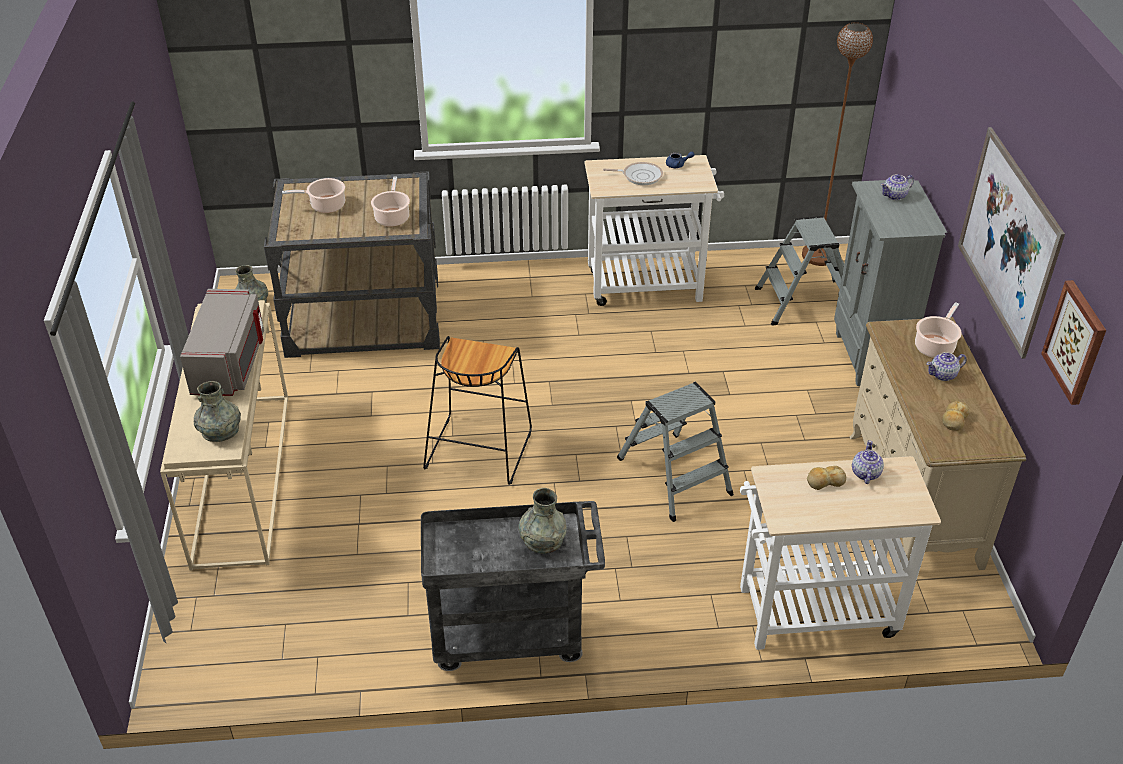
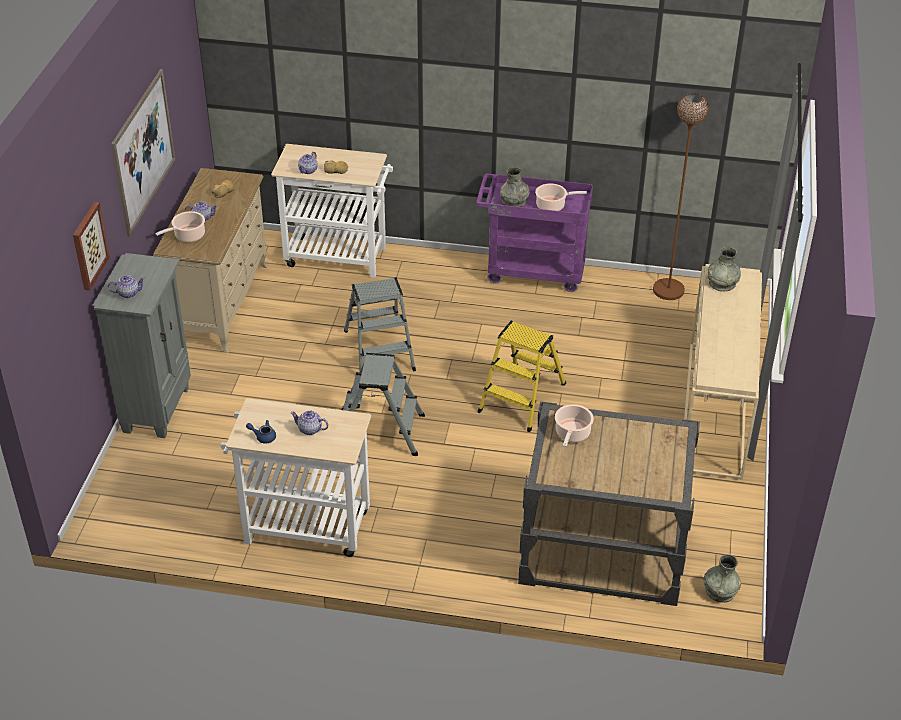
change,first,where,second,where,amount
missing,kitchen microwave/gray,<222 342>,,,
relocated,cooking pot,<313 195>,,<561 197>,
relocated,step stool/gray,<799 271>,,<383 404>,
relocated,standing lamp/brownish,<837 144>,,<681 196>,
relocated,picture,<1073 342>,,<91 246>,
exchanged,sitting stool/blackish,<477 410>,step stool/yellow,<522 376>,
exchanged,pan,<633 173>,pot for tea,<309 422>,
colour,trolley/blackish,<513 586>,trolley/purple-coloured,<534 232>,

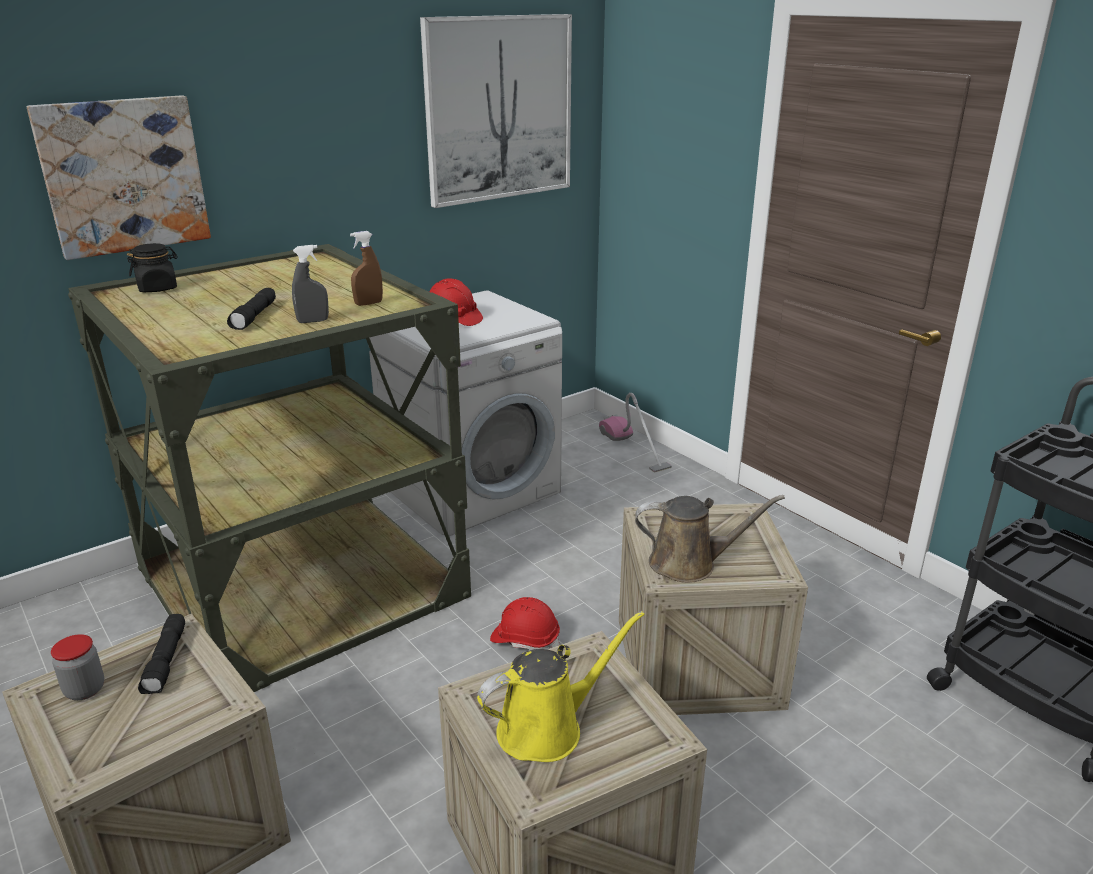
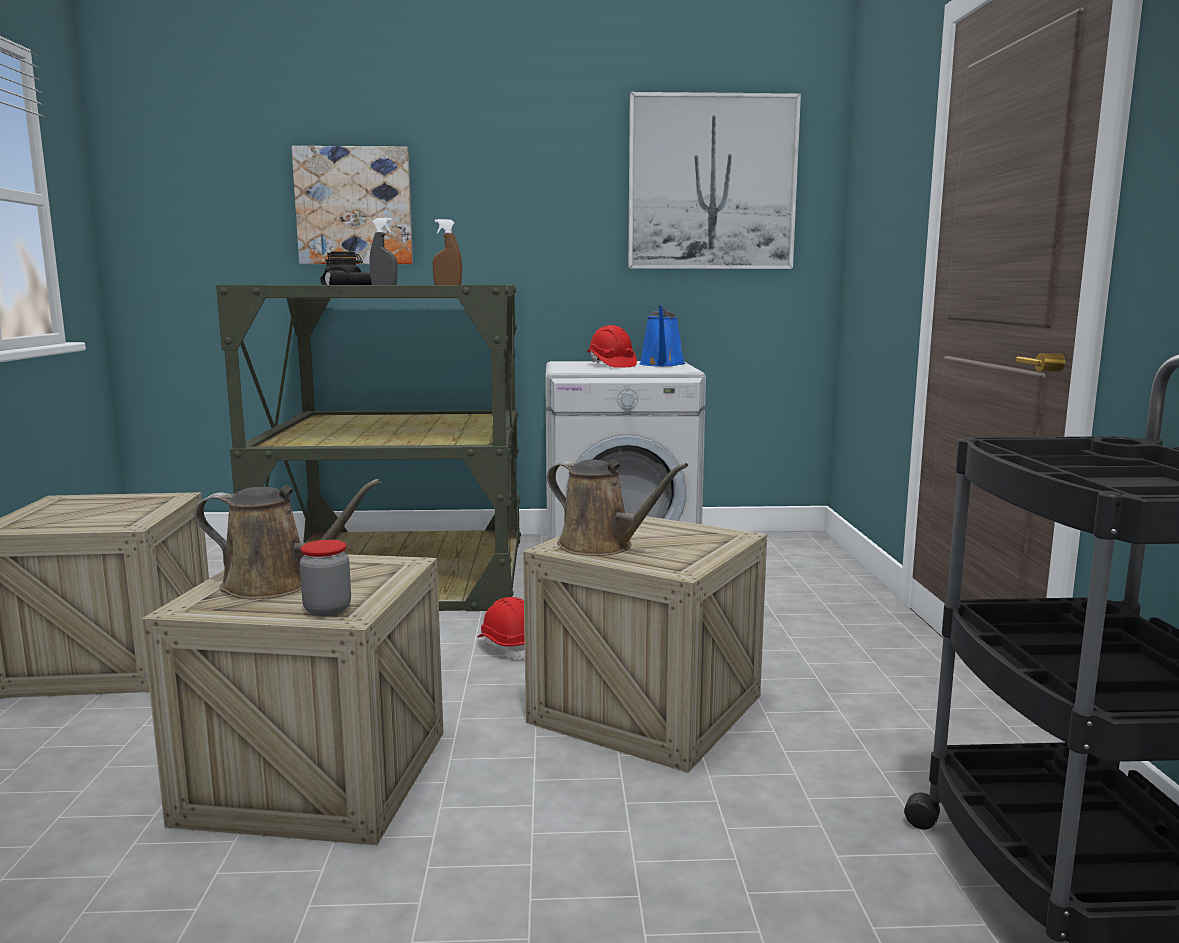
change,first,where,second,where,amount
missing,hand torch/blackish,<161 654>,,,
missing,vacuum,<635 432>,,,
appeared,,,watering can/blue,<662 335>,
relocated,storage jar,<77 667>,,<325 578>,
colour,watering can/yellow,<561 686>,watering can/brownish,<287 539>,

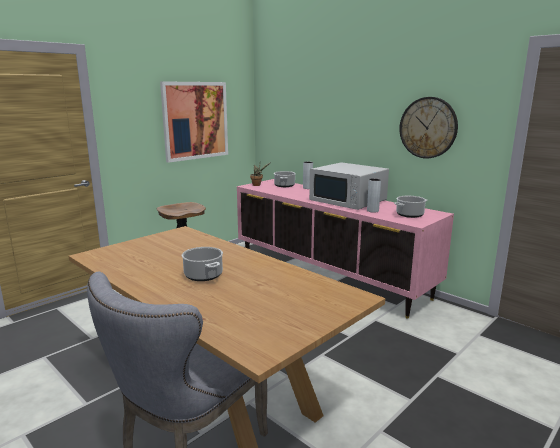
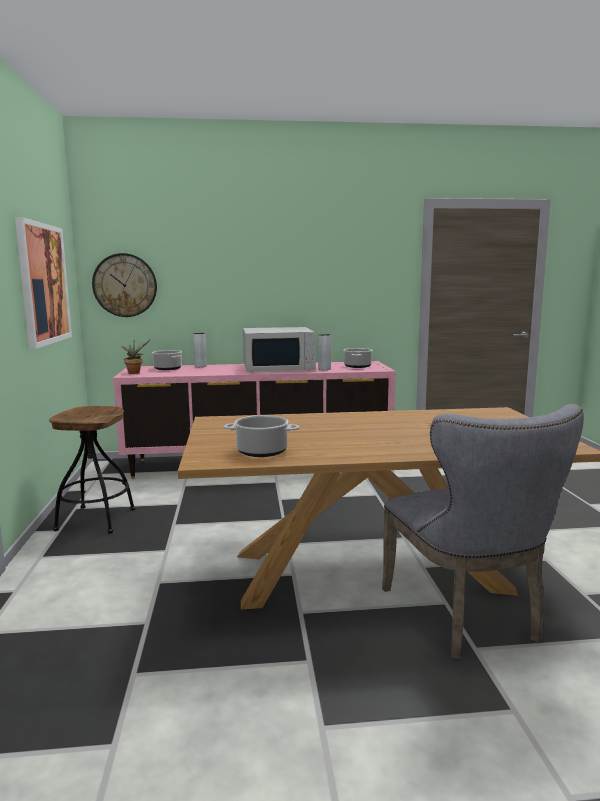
change,first,where,second,where,amount
relocated,cooking pot,<202 264>,,<262 436>,
relocated,wall clock,<428 128>,,<124 285>,

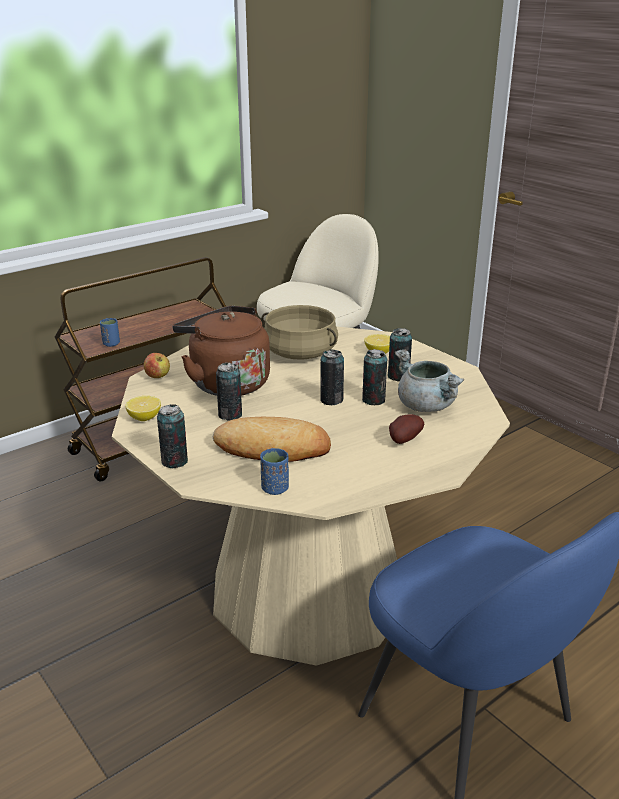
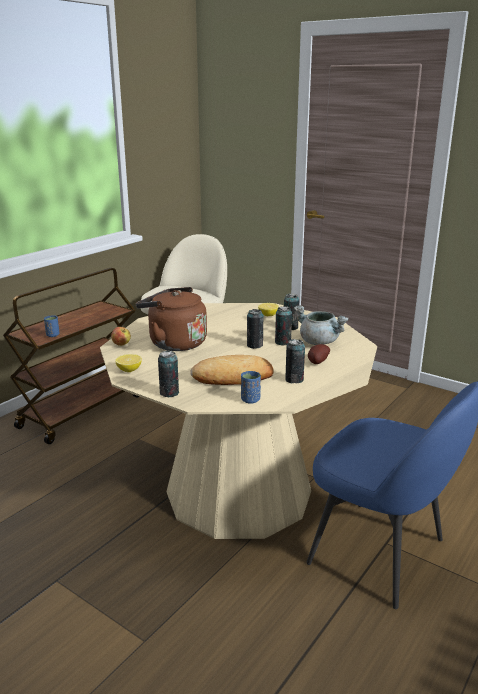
change,first,where,second,where,amount
missing,cooking pot/beige-coloured,<299 332>,,,
relocated,metal can,<229 391>,,<295 361>,

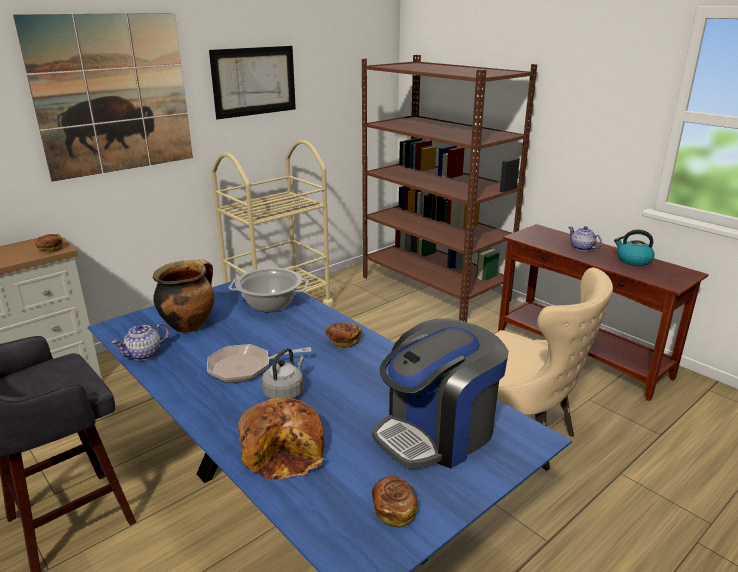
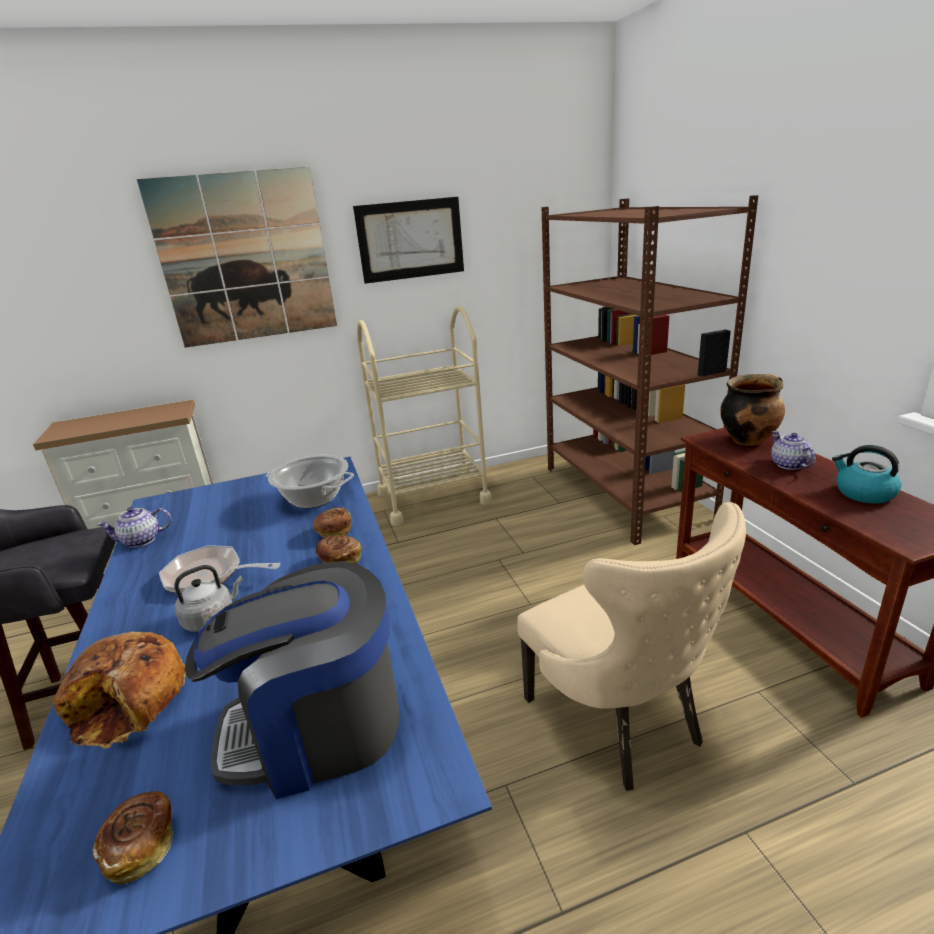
change,first,where,second,where,amount
relocated,bakery bread,<49 243>,,<332 522>,
relocated,cooking pot,<184 296>,,<752 410>,

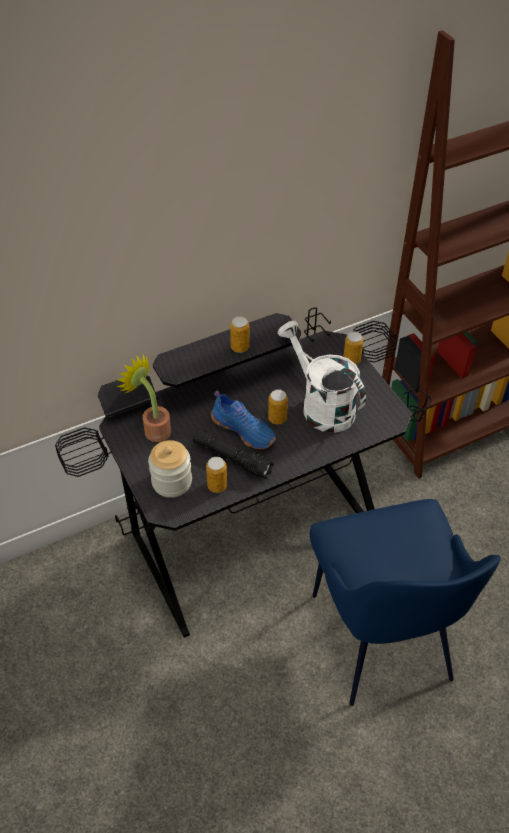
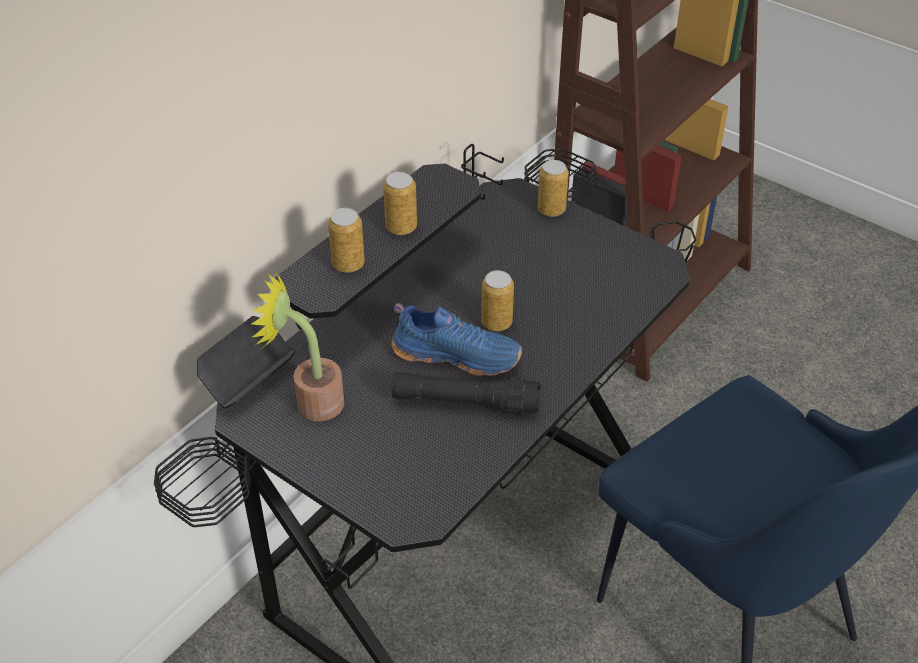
change,first,where,second,where,amount
missing,storage jar,<170 469>,,,
missing,watering can/white-coloured,<322 377>,,,
relocated,metal can,<216 475>,,<346 240>,

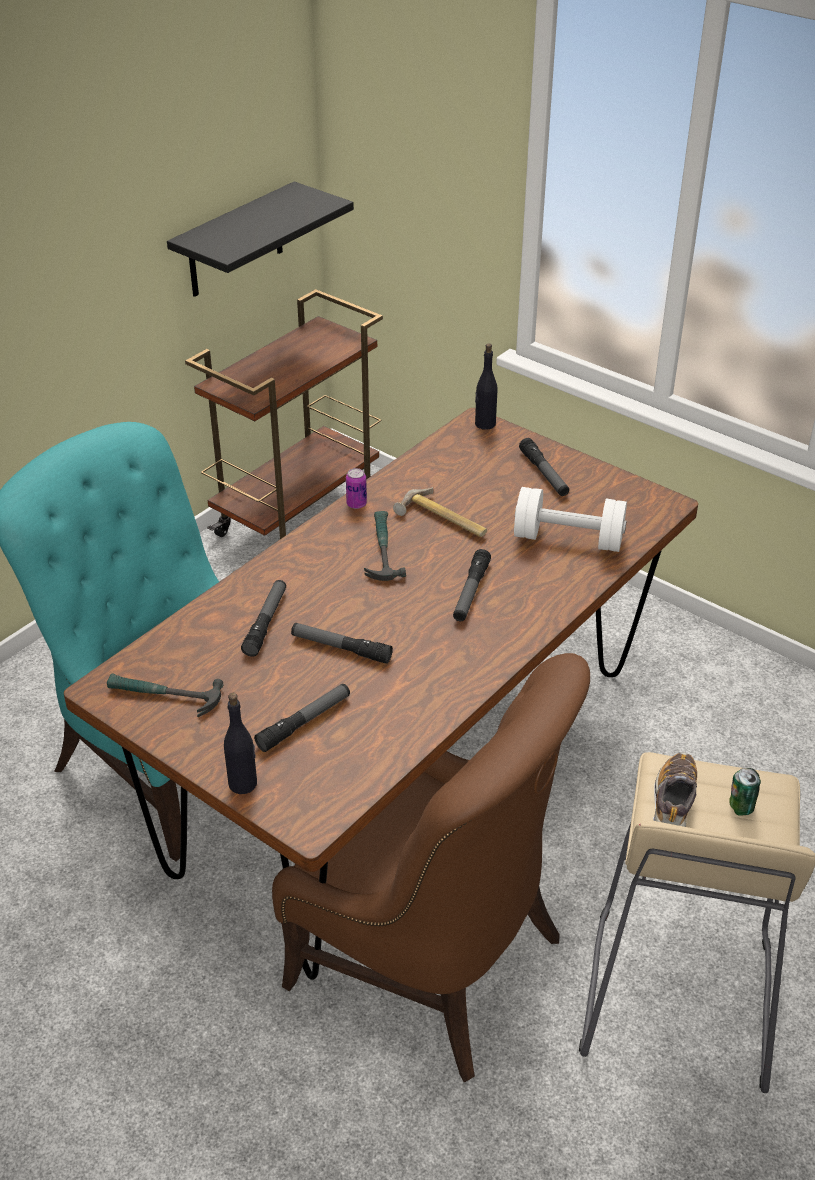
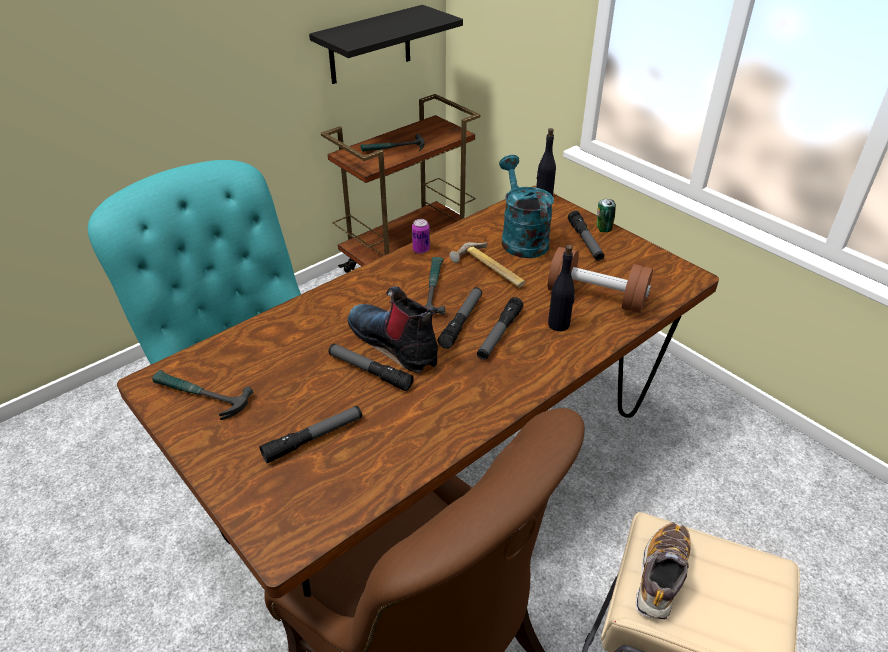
change,first,where,second,where,amount
appeared,,,high-top boot,<392 329>,
appeared,,,tool hammer,<392 143>,
appeared,,,watering can/blue-green,<526 206>,
relocated,bottle/blackish,<240 743>,,<561 288>,
relocated,hand torch,<263 618>,,<460 318>,
relocated,metal can,<745 792>,,<606 215>,
colour,free weight/white-coloured,<570 519>,free weight/brownish,<600 280>,

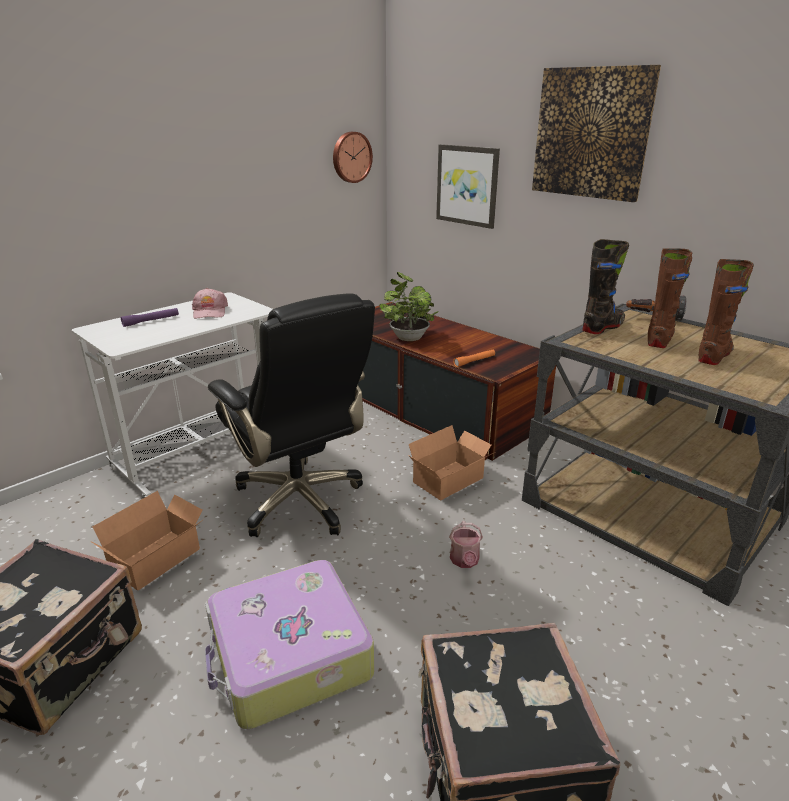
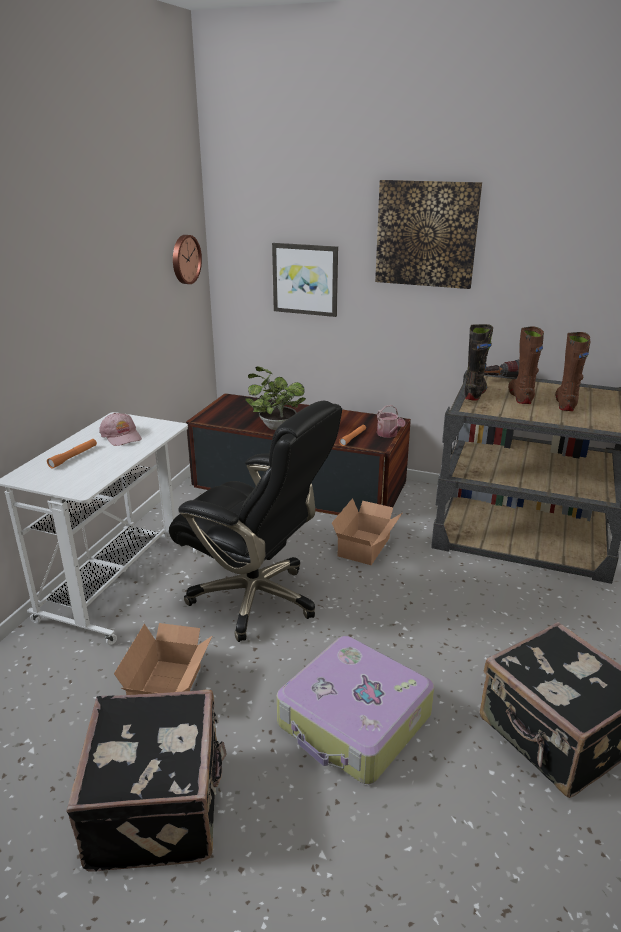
change,first,where,second,where,amount
relocated,watering can,<466 544>,,<391 421>,
colour,hand torch/purple-coloured,<150 317>,hand torch/orange-coloured,<72 454>,

